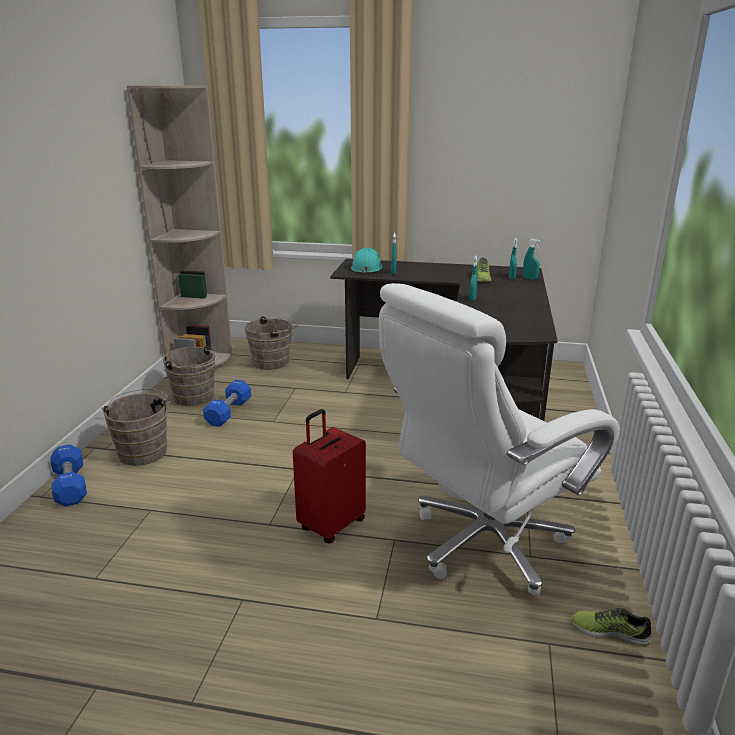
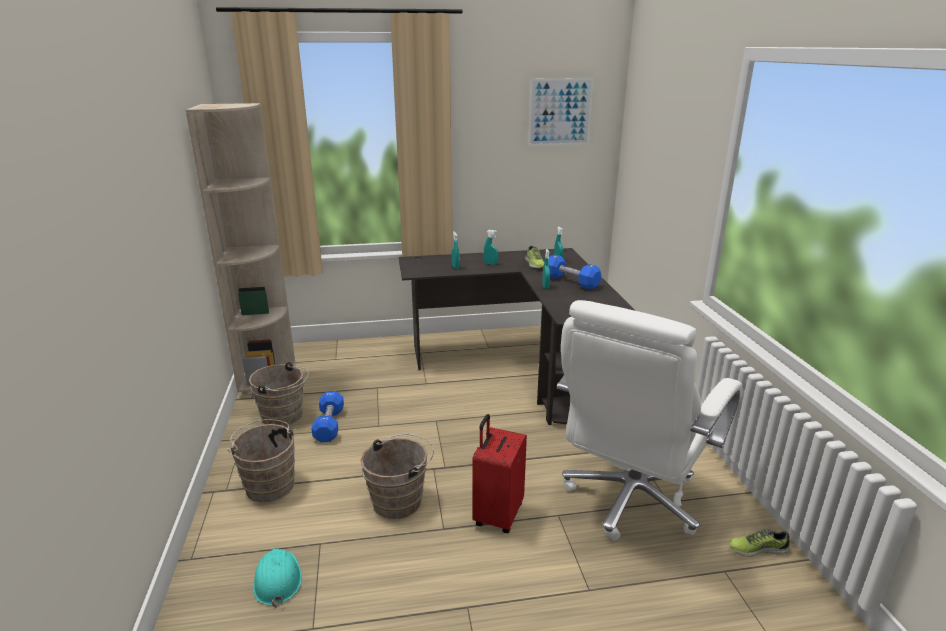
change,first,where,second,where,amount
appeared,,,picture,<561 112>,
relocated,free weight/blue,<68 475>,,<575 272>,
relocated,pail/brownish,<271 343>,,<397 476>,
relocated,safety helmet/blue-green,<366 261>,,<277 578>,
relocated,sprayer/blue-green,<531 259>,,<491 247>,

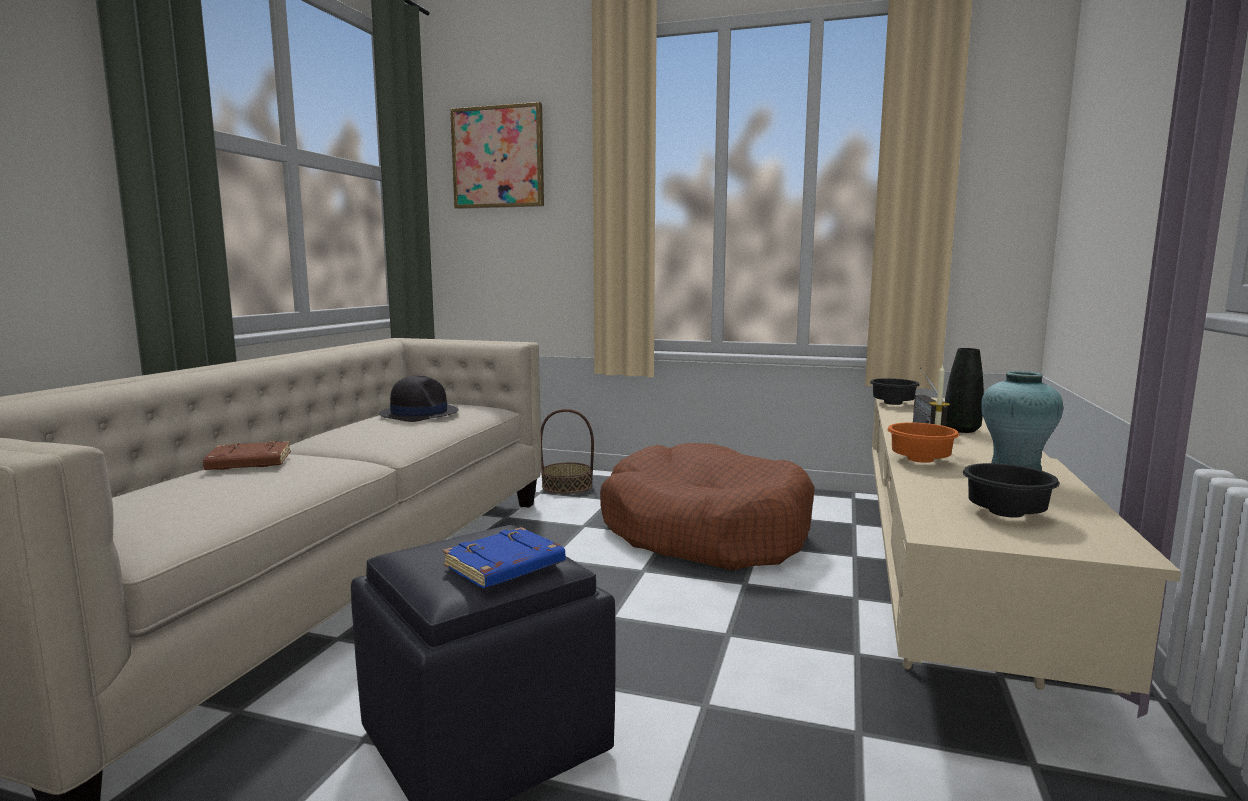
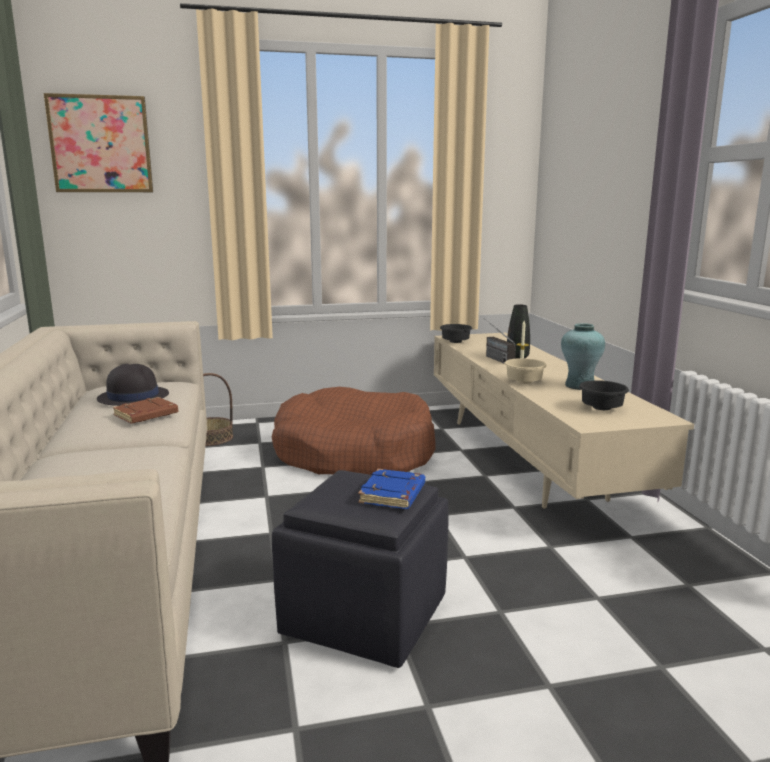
change,first,where,second,where,amount
relocated,book/brownish,<247 455>,,<145 410>,
colour,bowl/orange-coloured,<923 443>,bowl/beige-coloured,<525 371>,

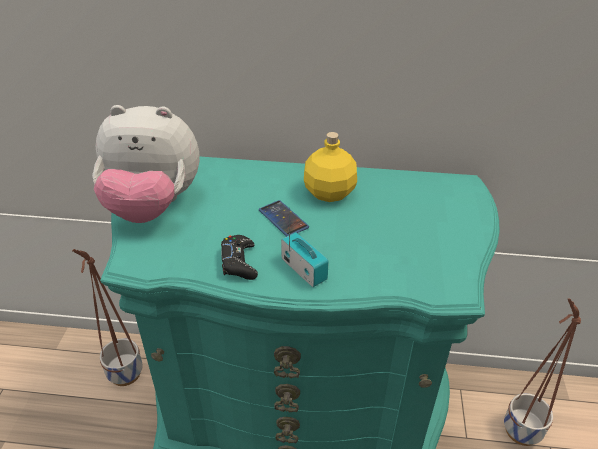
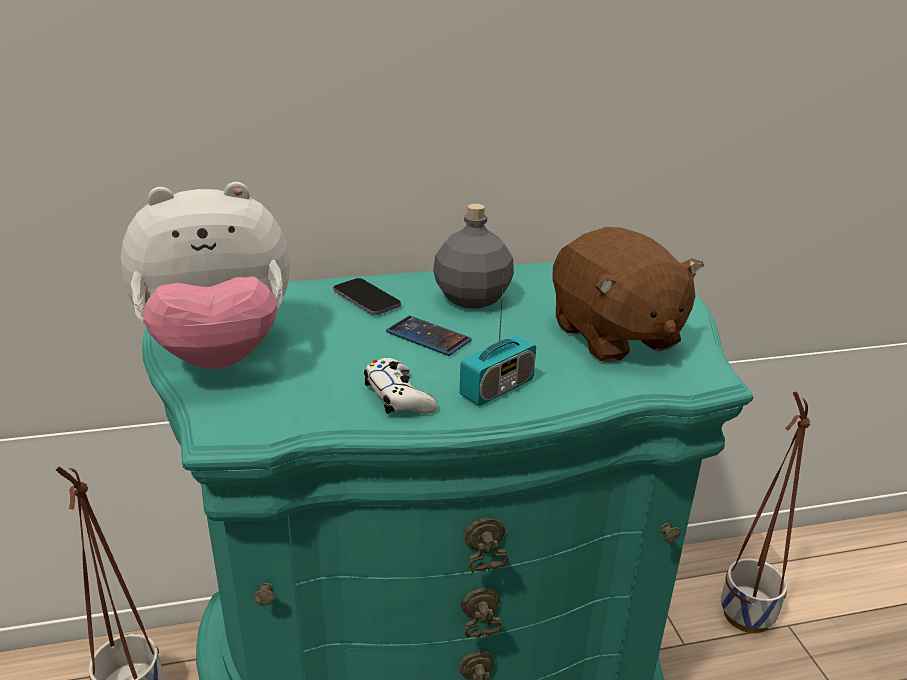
change,first,where,second,where,amount
appeared,,,handset,<367 296>,
appeared,,,plush toy/brownish,<628 295>,
colour,joypad/blackish,<239 257>,joypad/white-coloured,<401 386>,
colour,bottle/yellow,<330 167>,bottle/gray,<473 256>,
spun,radio set,<305 248>,,<497 339>,105 degrees clockwise

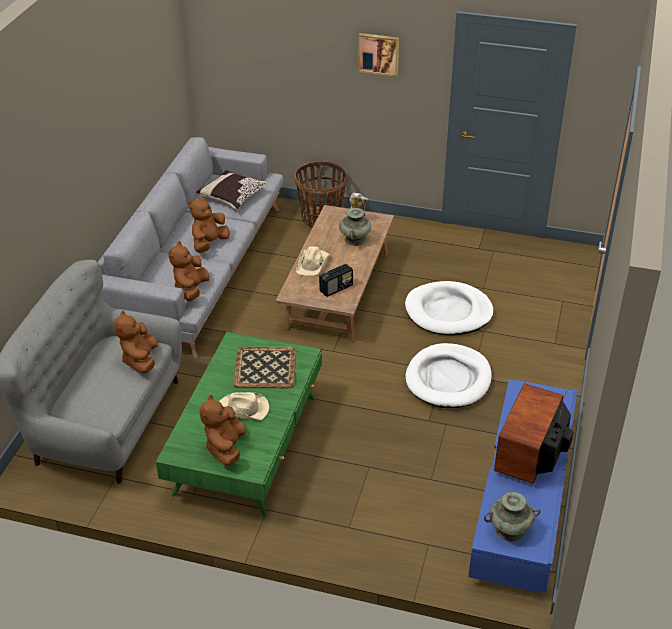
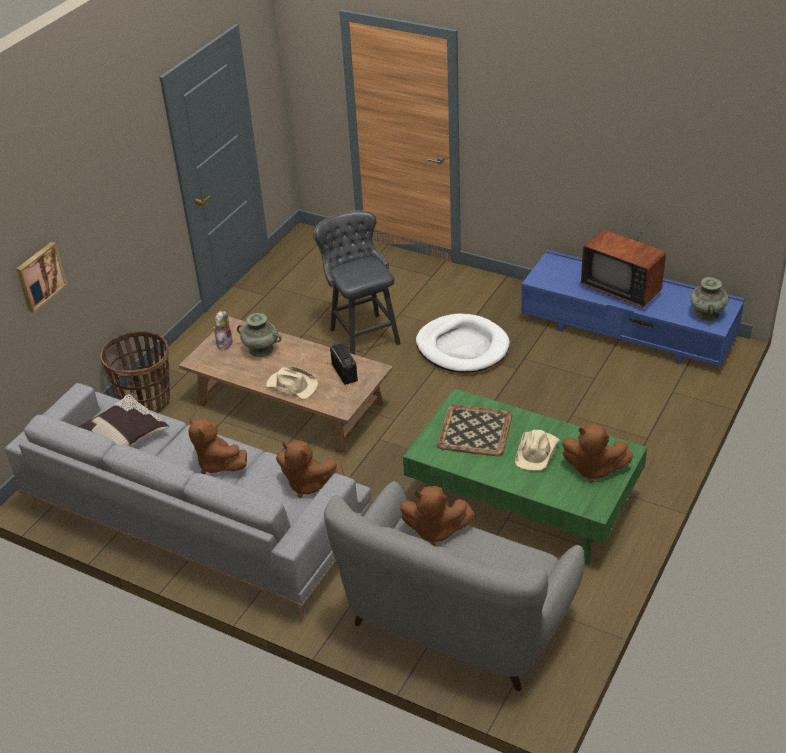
change,first,where,second,where,amount
relocated,picture,<378 55>,,<41 277>,
exchanged,pet bed/white-coloured,<449 308>,sitting stool/gray,<357 282>,

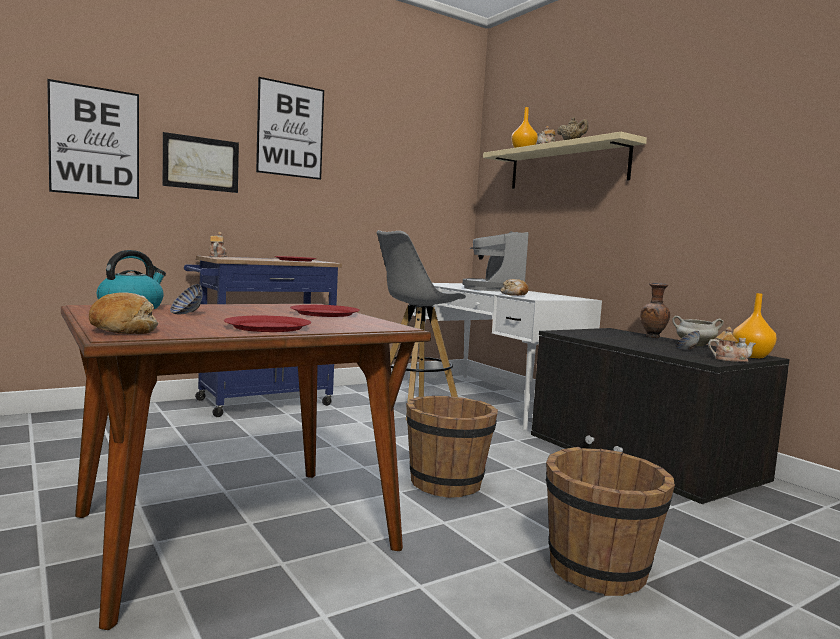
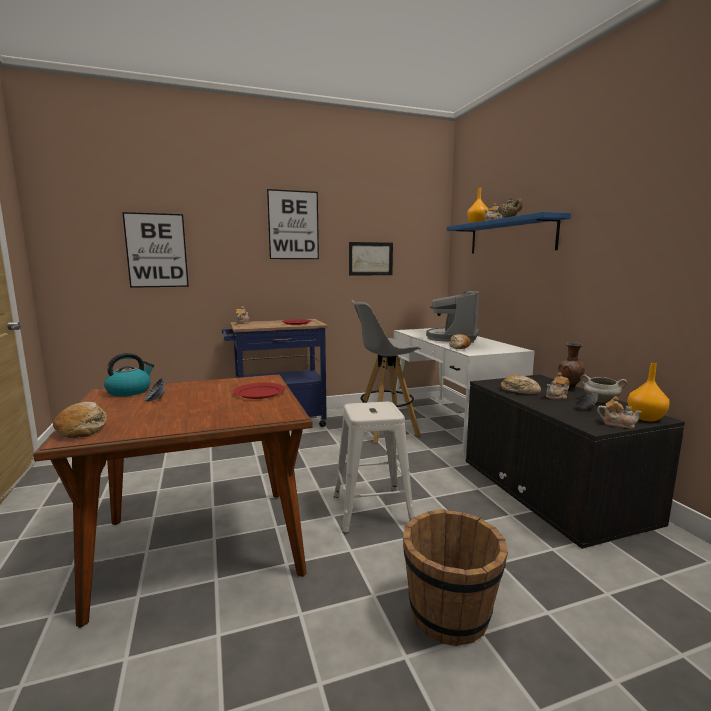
change,first,where,second,where,amount
missing,dinner plate/reddish,<267 324>,,,
appeared,,,bakery bread,<521 384>,
appeared,,,pot for tea,<558 385>,
relocated,picture,<201 162>,,<371 259>,
exchanged,pail/brownish,<452 447>,sitting stool/white-coloured,<374 468>,
colour,bracket shelf/beige-coloured,<565 160>,bracket shelf/blue,<509 233>,

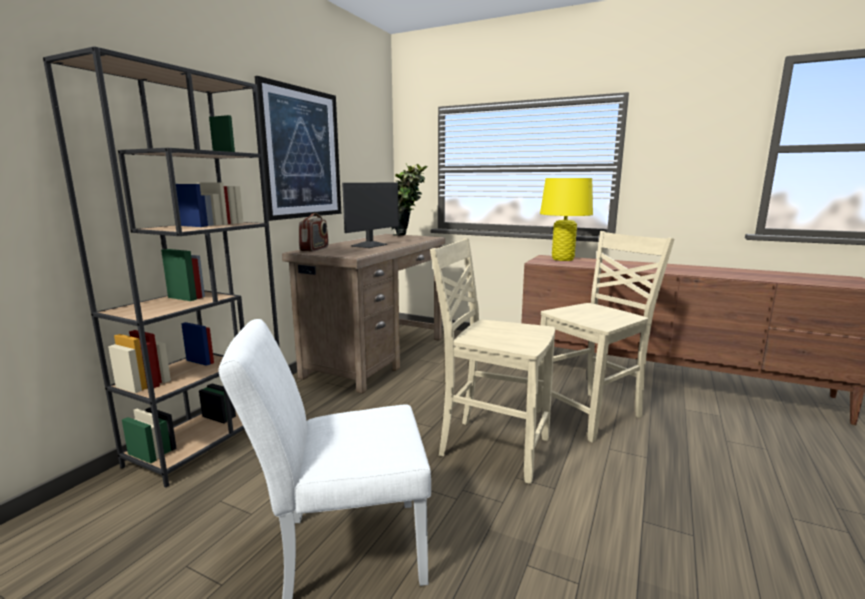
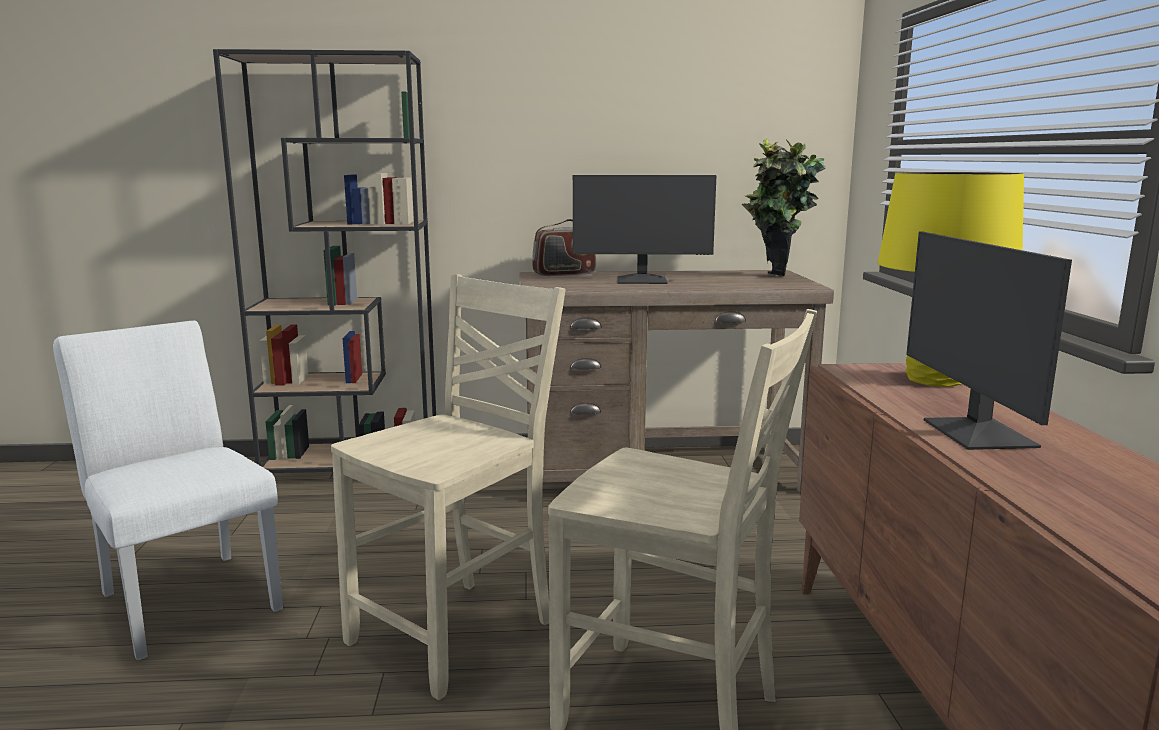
change,first,where,second,where,amount
missing,picture,<297 148>,,,
appeared,,,computer screen,<989 341>,
spun,upright chair/beige-coloured,<492 361>,,<448 487>,45 degrees clockwise

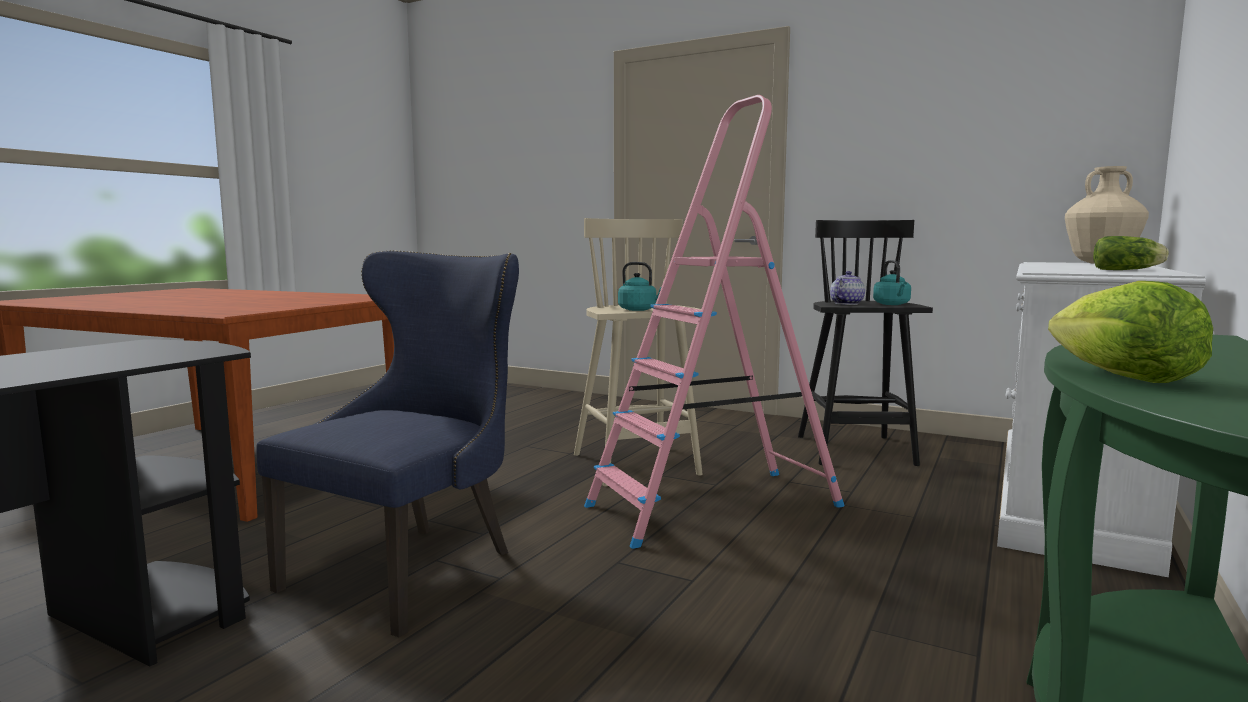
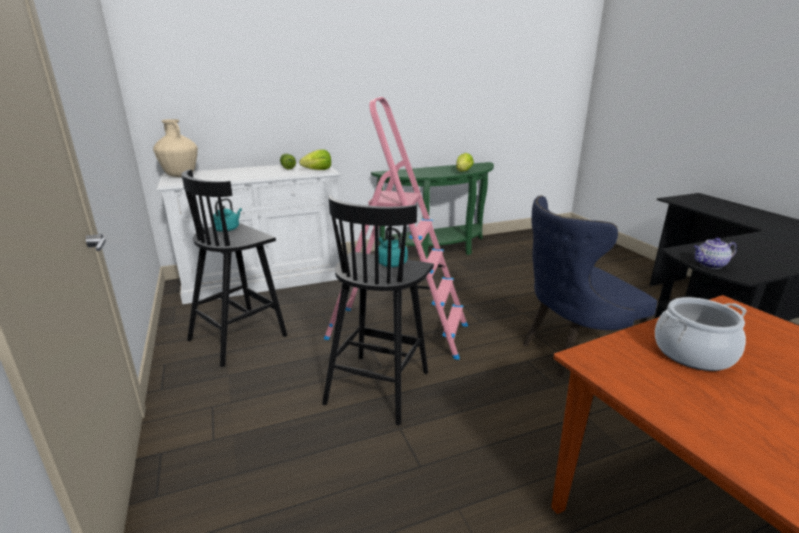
change,first,where,second,where,amount
appeared,,,lettuce,<315 160>,
appeared,,,cooking pot,<701 334>,
relocated,pot for tea,<847 288>,,<715 253>,
colour,sitting stool/beige-coloured,<638 352>,sitting stool/blackish,<378 310>,

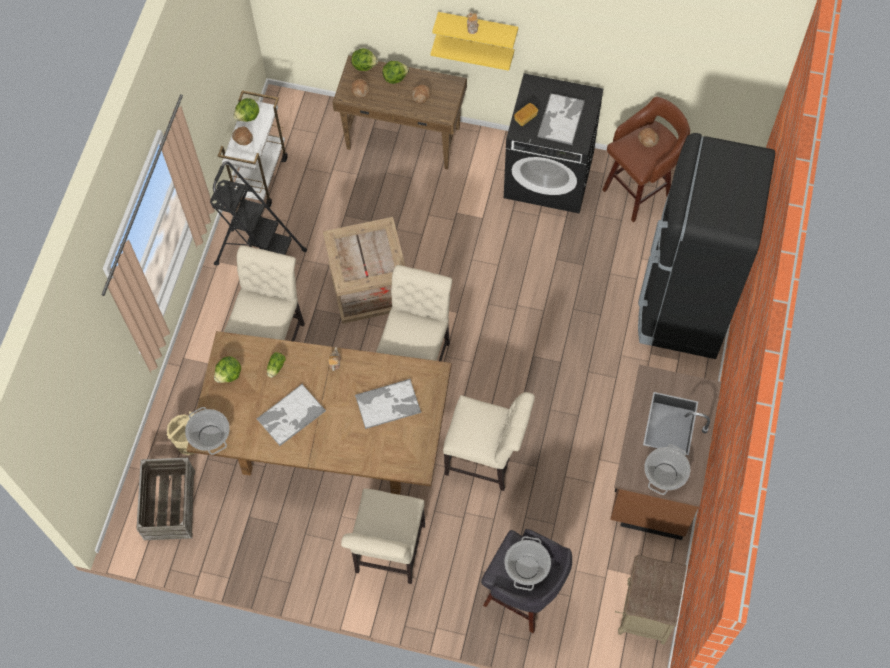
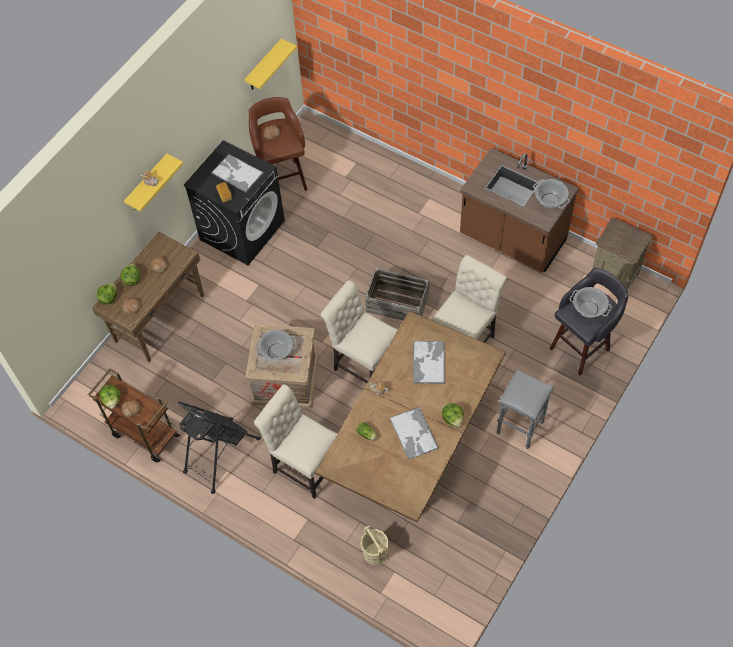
change,first,where,second,where,amount
missing,kitchen fridge/blackish,<706 246>,,,
relocated,packing crate,<165 499>,,<397 294>,
relocated,cooking pot,<207 431>,,<276 345>,
relocated,lettuce,<227 369>,,<453 415>,
relocated,bracket shelf/yellow,<472 52>,,<270 64>,
exchanged,upright chair/beige-coloured,<383 536>,sitting stool/gray,<525 409>,
colour,trolley/white-coloured,<253 149>,trolley/brownish,<134 415>,

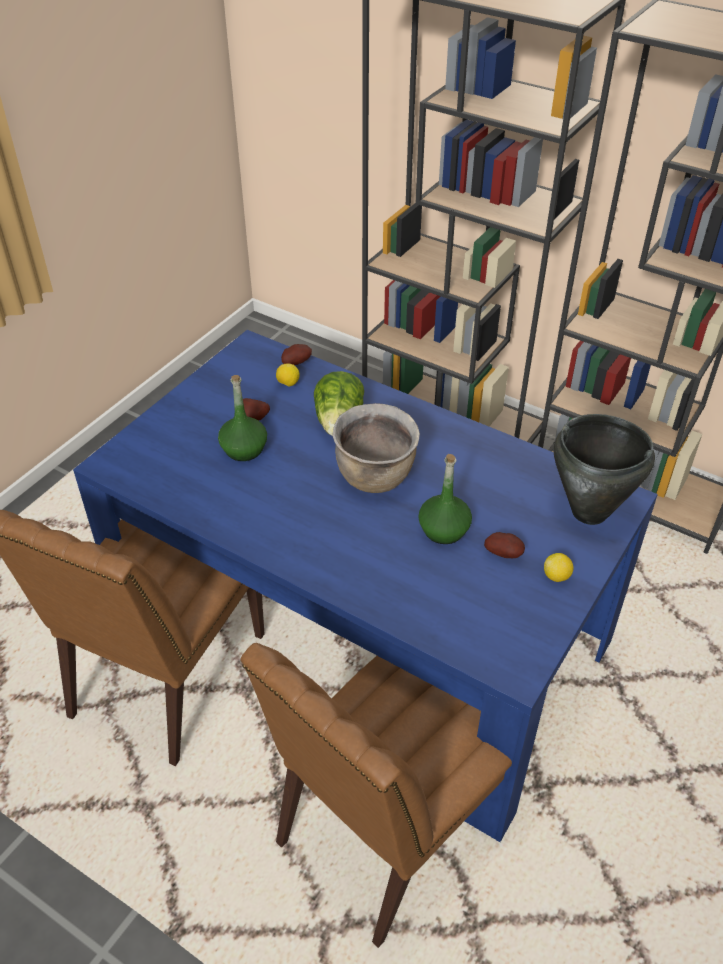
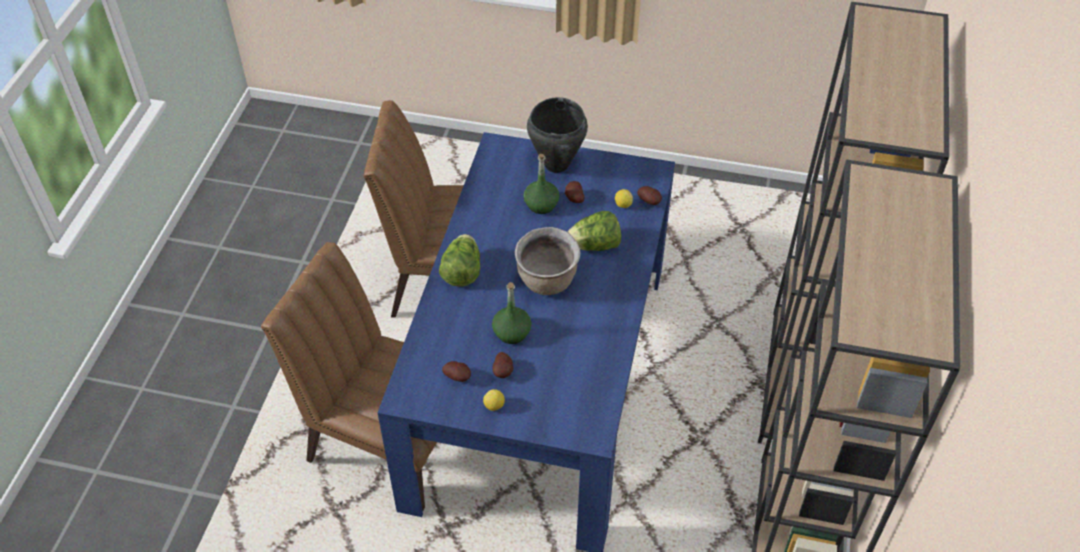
change,first,where,second,where,amount
appeared,,,lettuce,<459 260>,
appeared,,,potato,<456 371>,
relocated,cooking pot/blackish,<604 469>,,<557 135>,

